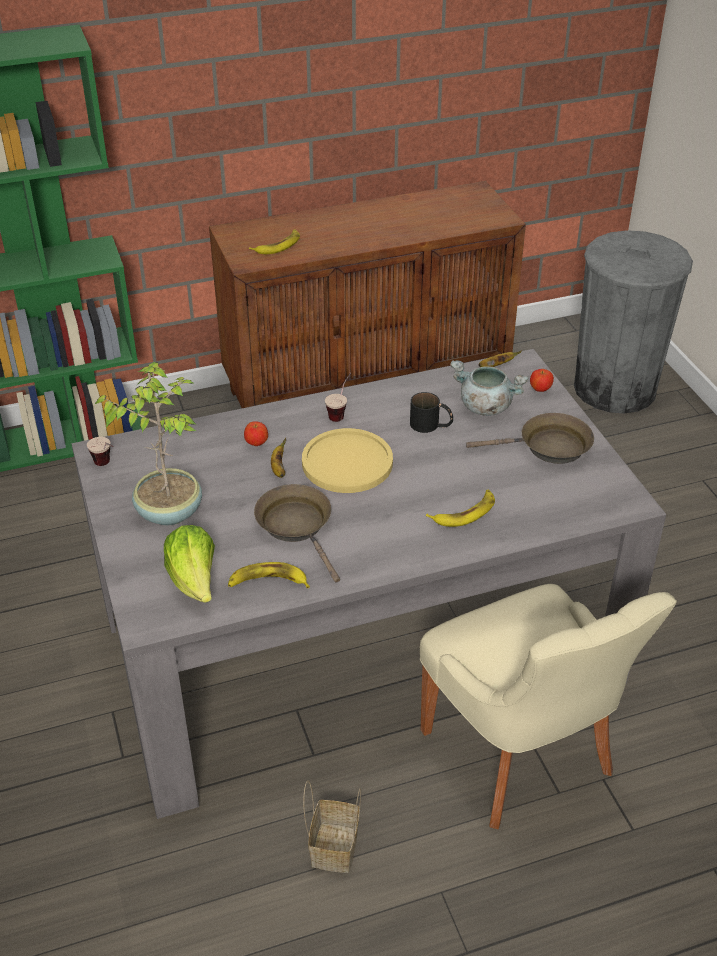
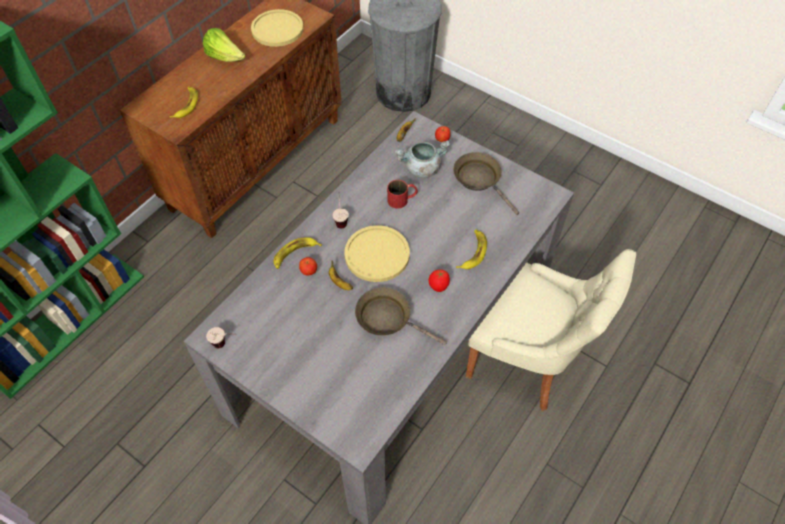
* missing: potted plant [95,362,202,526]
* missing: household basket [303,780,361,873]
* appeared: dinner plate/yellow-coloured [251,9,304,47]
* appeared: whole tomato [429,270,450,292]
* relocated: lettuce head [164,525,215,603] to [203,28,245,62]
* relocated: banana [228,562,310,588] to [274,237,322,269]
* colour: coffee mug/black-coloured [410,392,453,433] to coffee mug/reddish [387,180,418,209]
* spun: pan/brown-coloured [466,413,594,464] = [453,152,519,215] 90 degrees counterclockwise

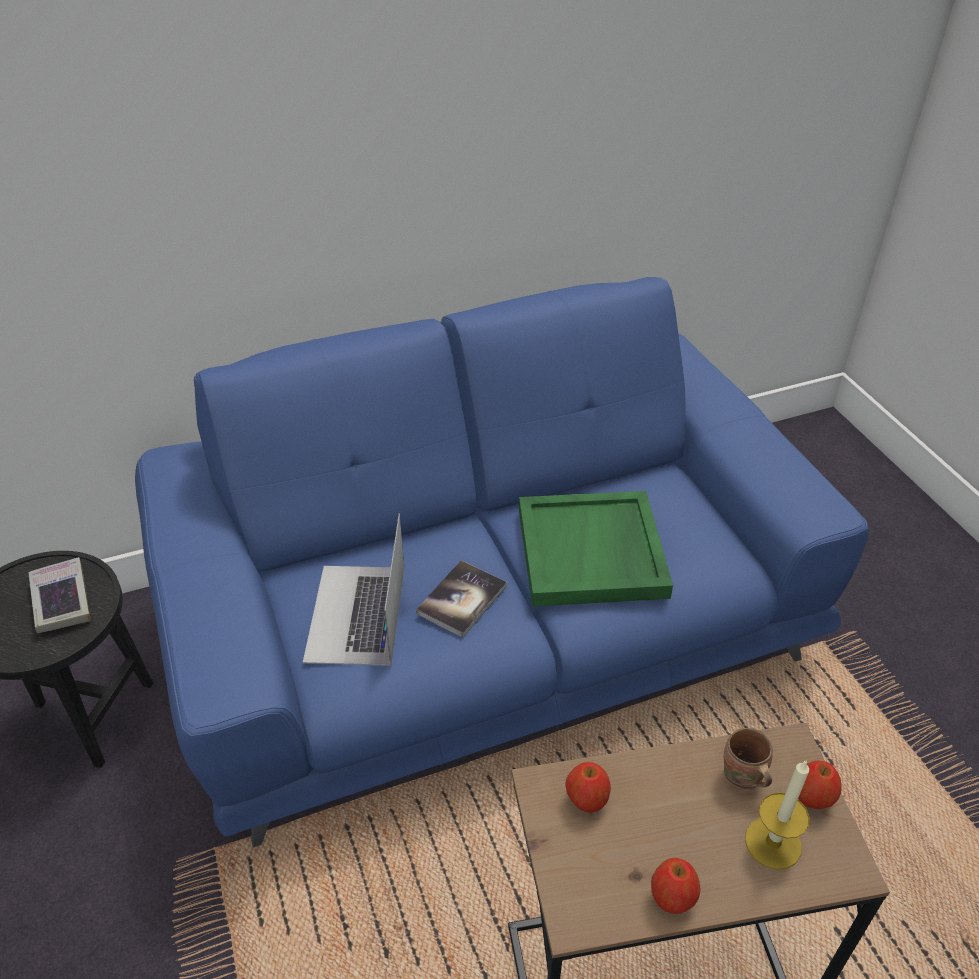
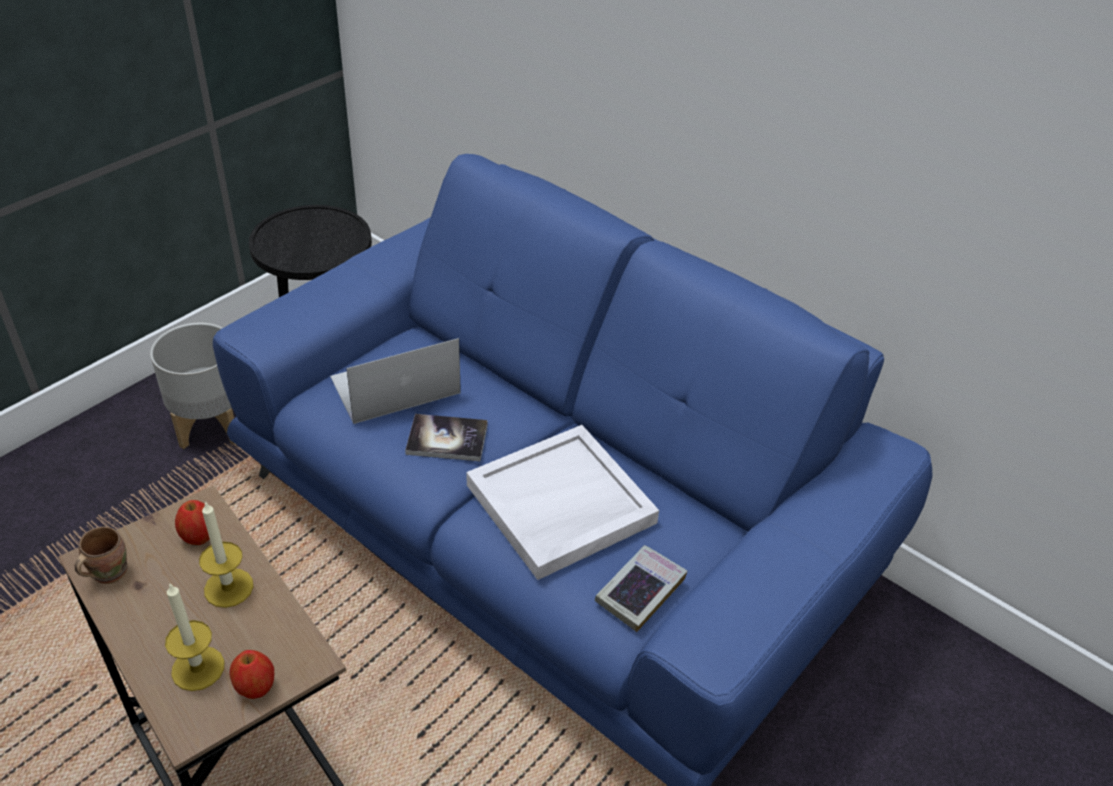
* missing: whole apple [651,858,701,914]
* appeared: planter/greyish [150,323,236,449]
* appeared: wax light [199,501,253,608]
* relocated: book [28,557,91,633] to [595,545,687,632]
* relocated: coffee mug/brown-coloured [724,728,773,790] to [75,526,127,584]
* colour: tray/green-coloured [519,491,673,607] to tray/white [466,425,659,580]

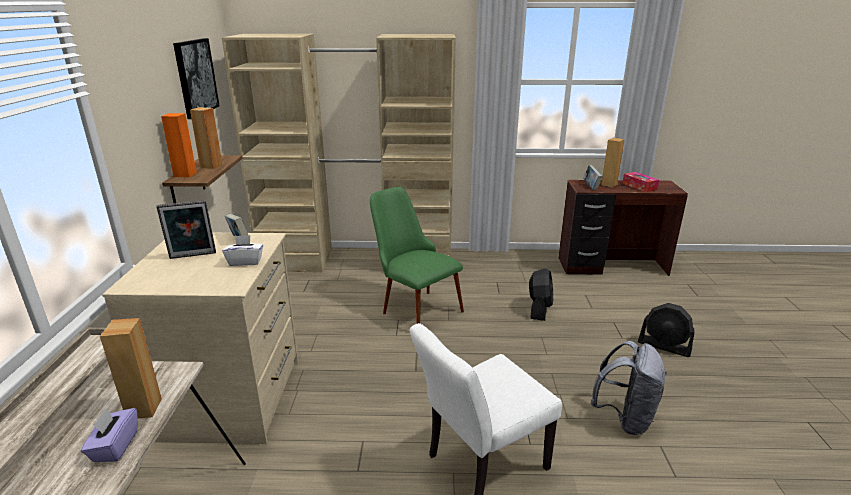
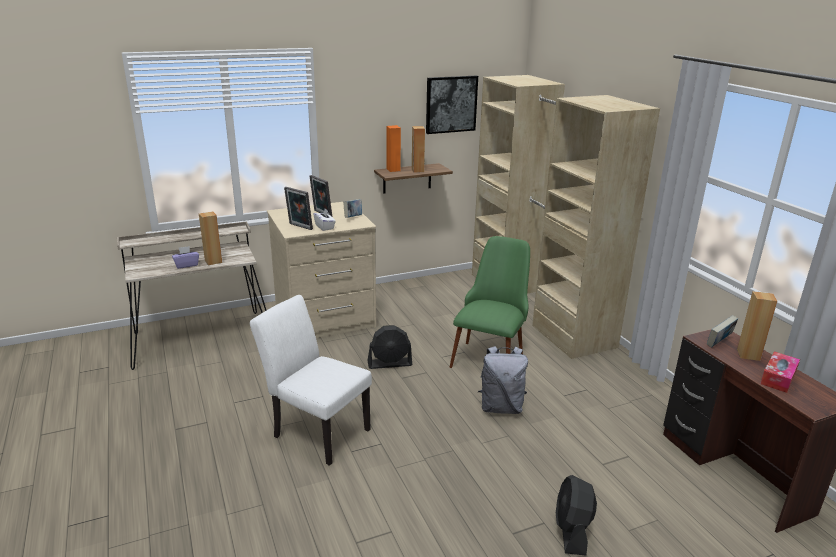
* appeared: photo frame [284,187,313,230]
* relocated: cooling fan/black-coloured [529,268,553,321] to [368,325,412,369]
* relocated: rucksack/greyish [591,341,666,435] to [478,346,528,414]

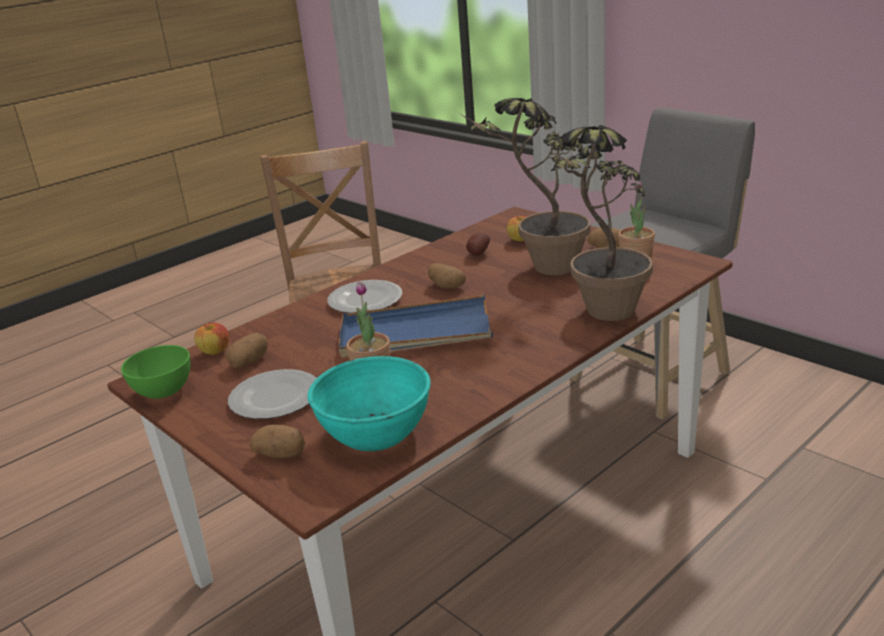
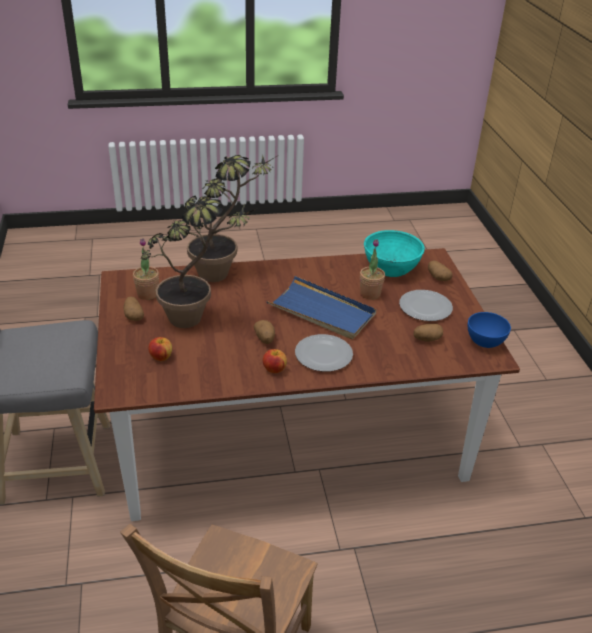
* missing: potato [466,233,490,256]
* relocated: whole apple [194,323,229,355] to [263,349,287,373]
* colour: bowl/green-coloured [121,345,190,399] to bowl/blue-coloured [468,312,511,348]

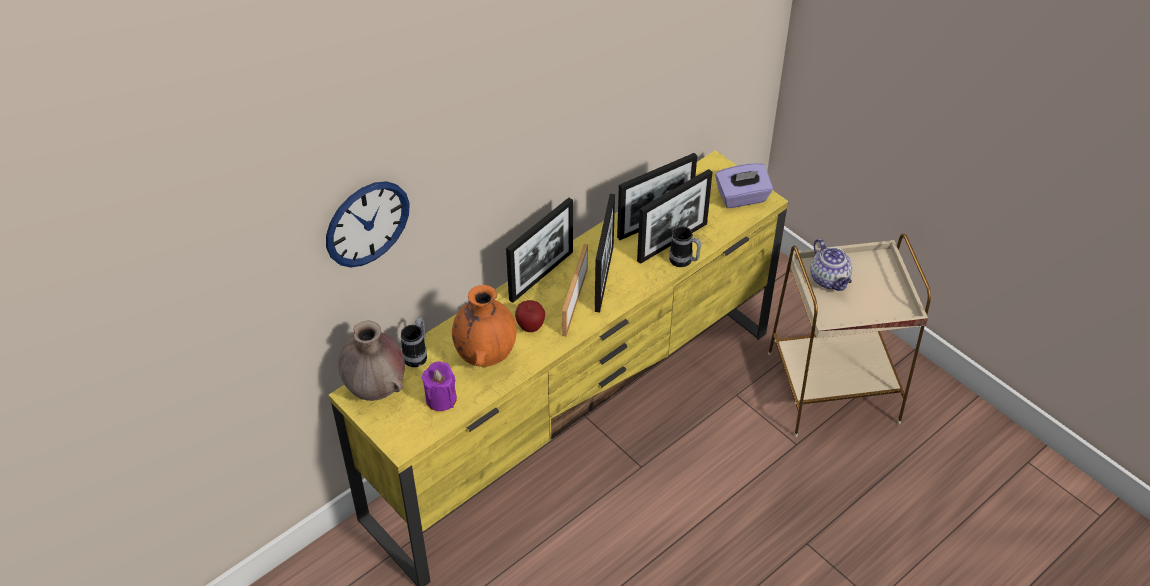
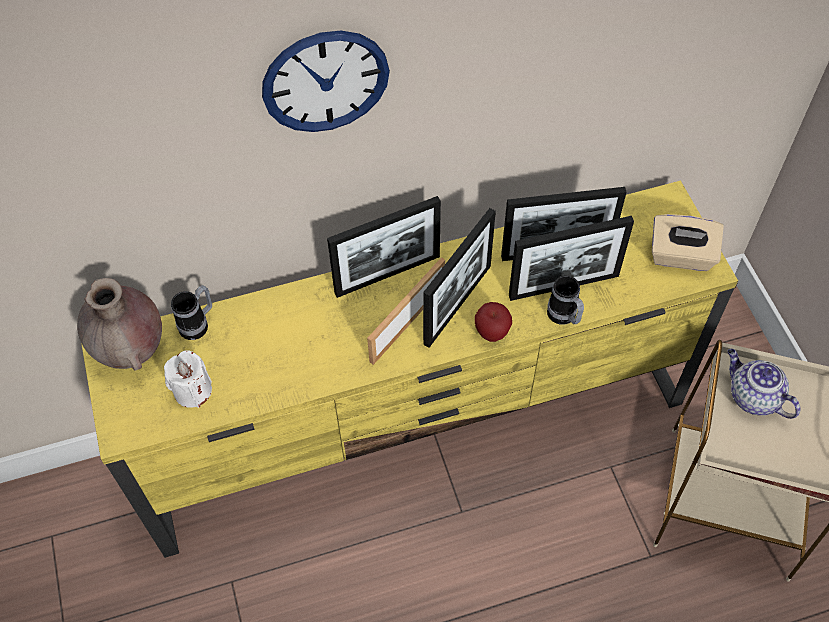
* missing: decorative vase/orange-coloured [452,285,517,367]
* relocated: wall clock [326,181,410,268] to [262,31,390,132]
* relocated: whole apple [515,300,545,332] to [475,302,512,342]
* colour: wax light/purplish [422,361,457,411] to wax light/white [164,350,212,408]
* colour: box of tissues/purplish [715,163,773,208] to box of tissues/sand-coloured [652,214,724,271]
* spun: pot for tea [810,239,853,291] = [728,349,801,419] 135 degrees clockwise

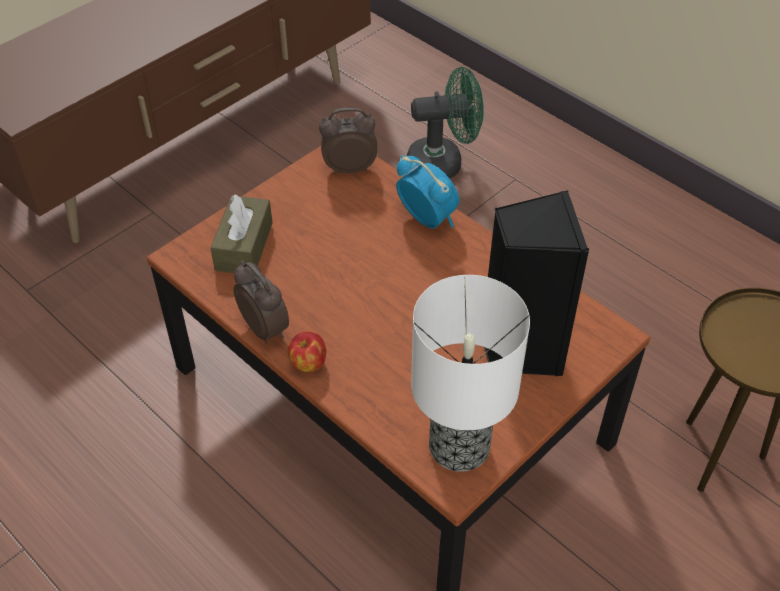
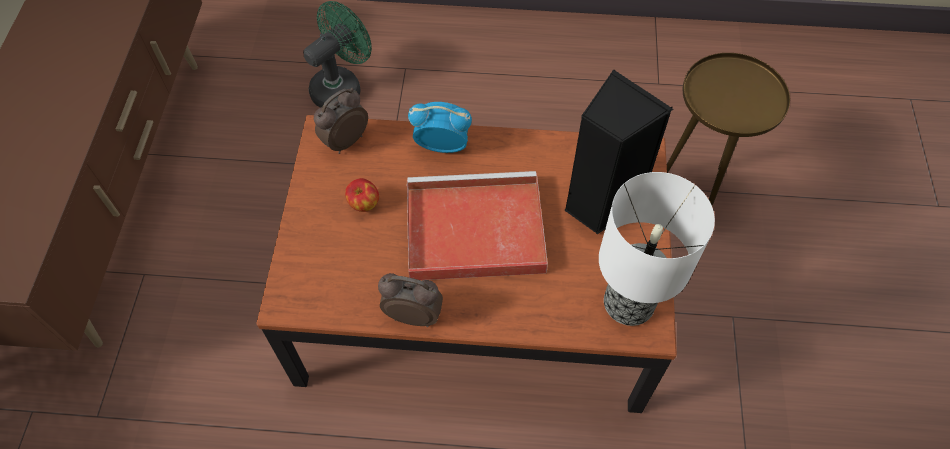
* missing: box of tissues/brown-coloured [211,194,273,273]
* appeared: tray/reddish [407,171,548,280]
* relocated: whole apple [288,332,326,372] to [345,178,379,212]

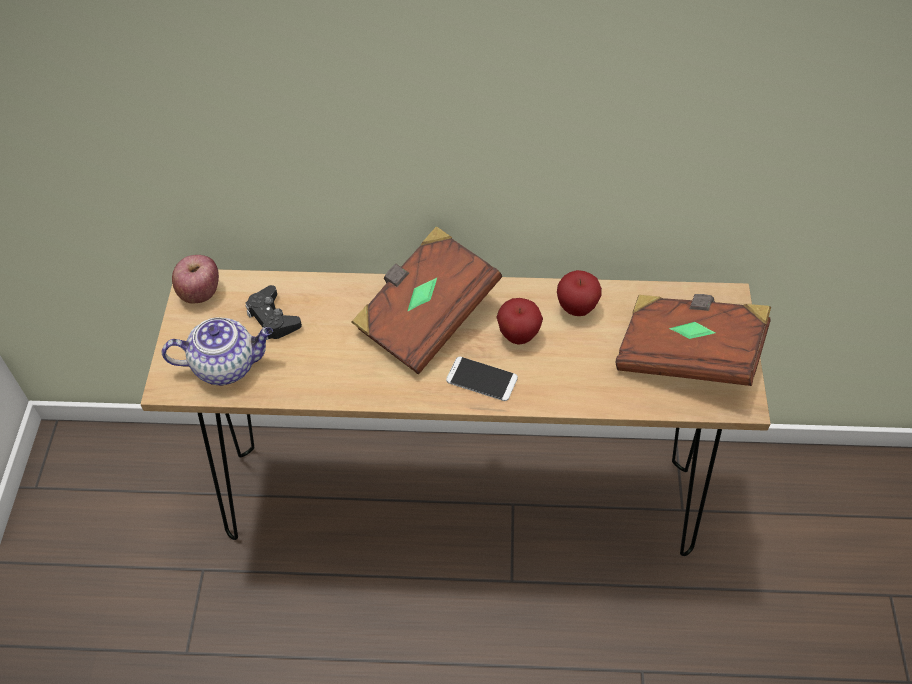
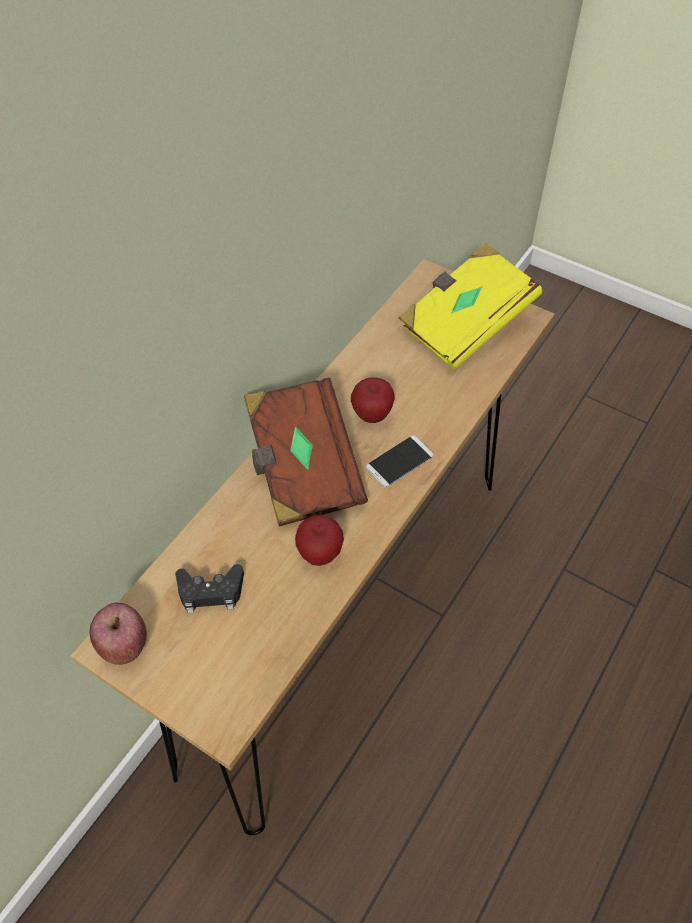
* missing: pot for tea [162,317,273,385]
* relocated: whole apple [557,270,602,316] to [295,514,344,566]
* colour: book/brown-coloured [616,294,771,386] to book/yellow-coloured [399,243,542,370]

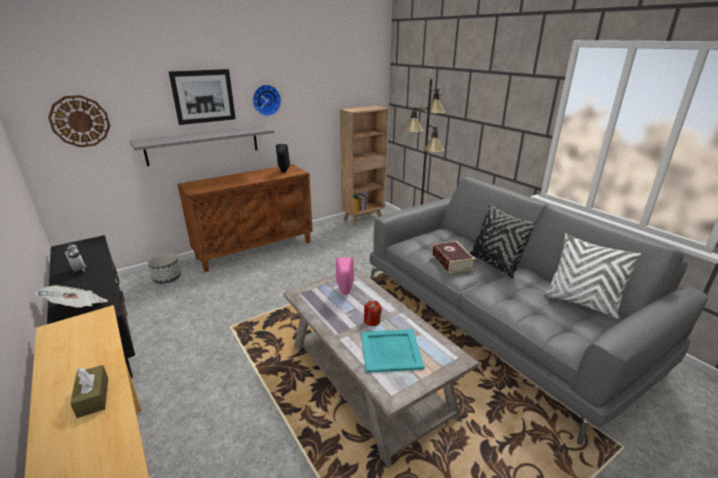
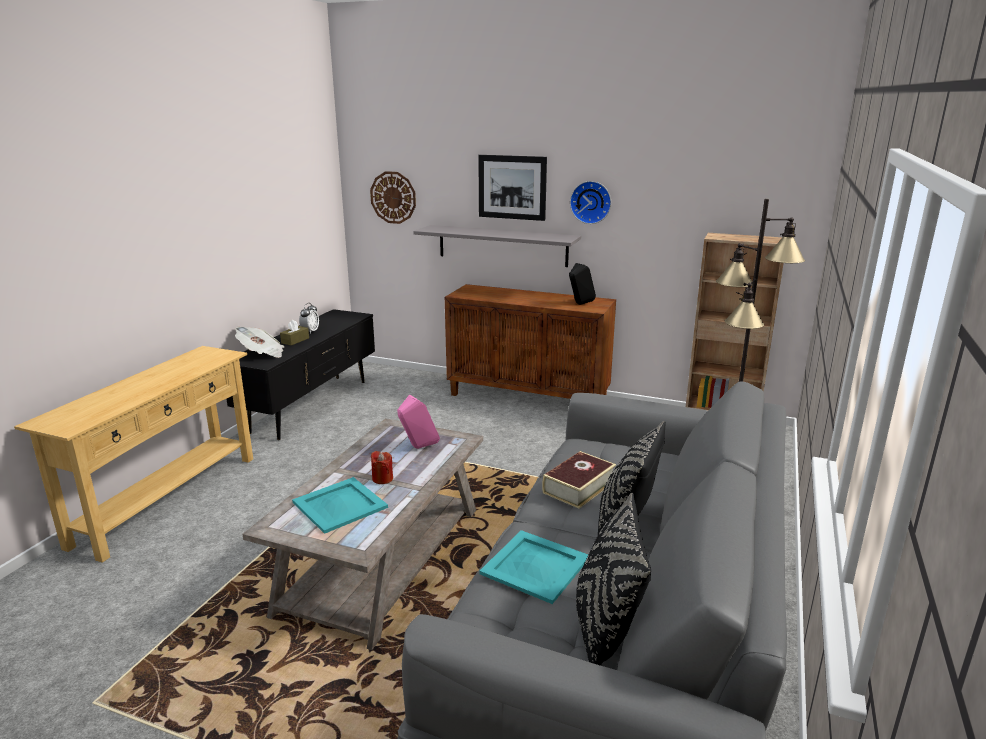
* missing: planter [148,253,181,284]
* appeared: tray/turquoise [479,530,588,604]
* relocated: box of tissues/brown-coloured [70,365,108,418] to [280,320,309,345]
* colour: pillow/white [544,233,641,319] to pillow/black-coloured [576,493,651,666]

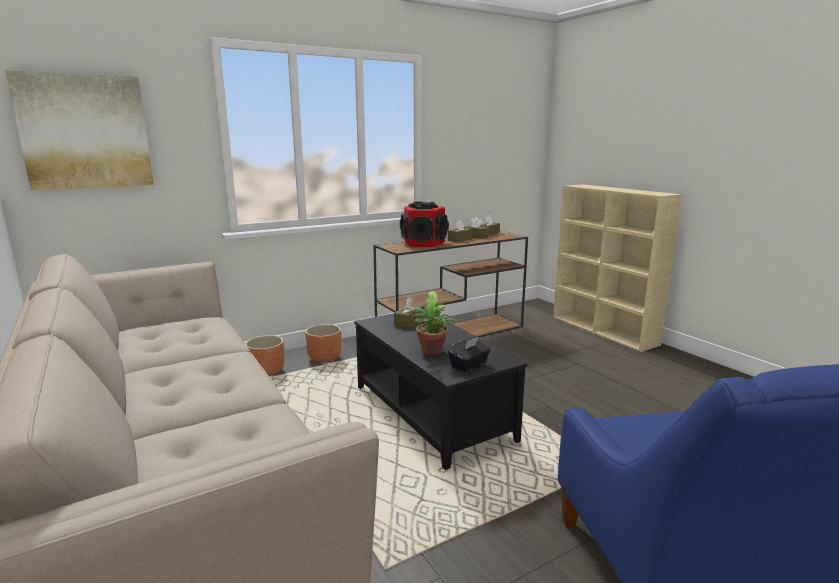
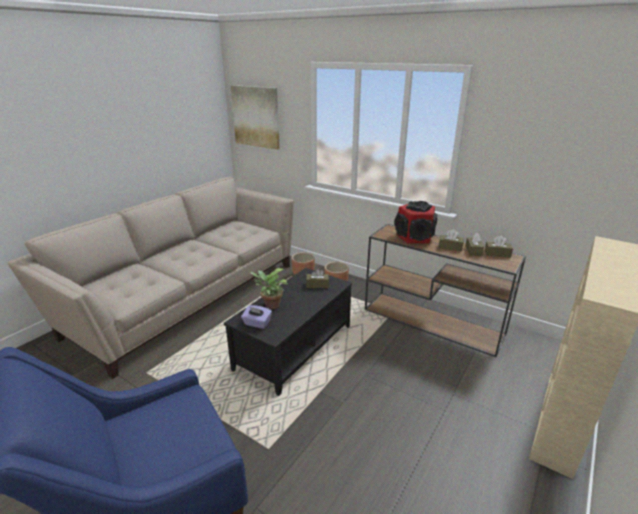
* colour: box of tissues/black-coloured [448,337,490,372] to box of tissues/purplish [241,305,272,329]

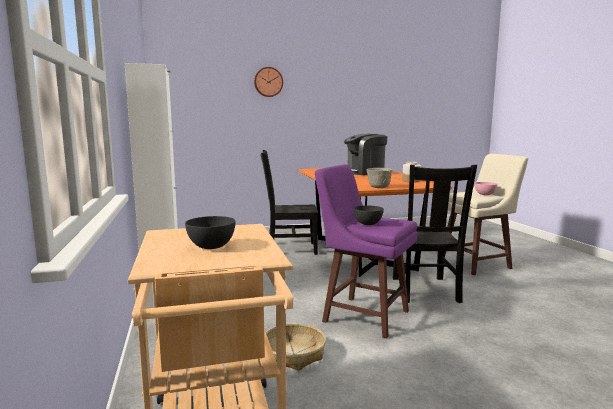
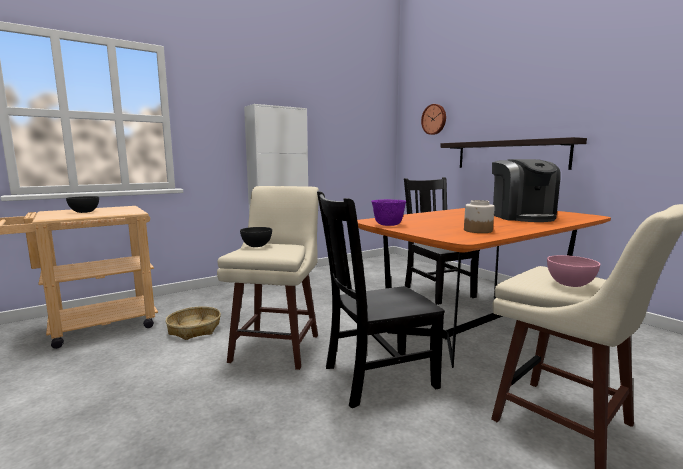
* appeared: wall shelf [440,137,587,170]
* relocated: wall clock [254,67,283,97] to [421,104,446,135]
* colour: stool/purplish [315,164,417,338] to stool/sand-coloured [217,186,319,370]
* colour: bowl/greyish [367,168,393,188] to bowl/purplish [371,199,406,226]
* spun: coffee maker [344,134,387,175] = [492,159,561,222] 150 degrees counterclockwise

